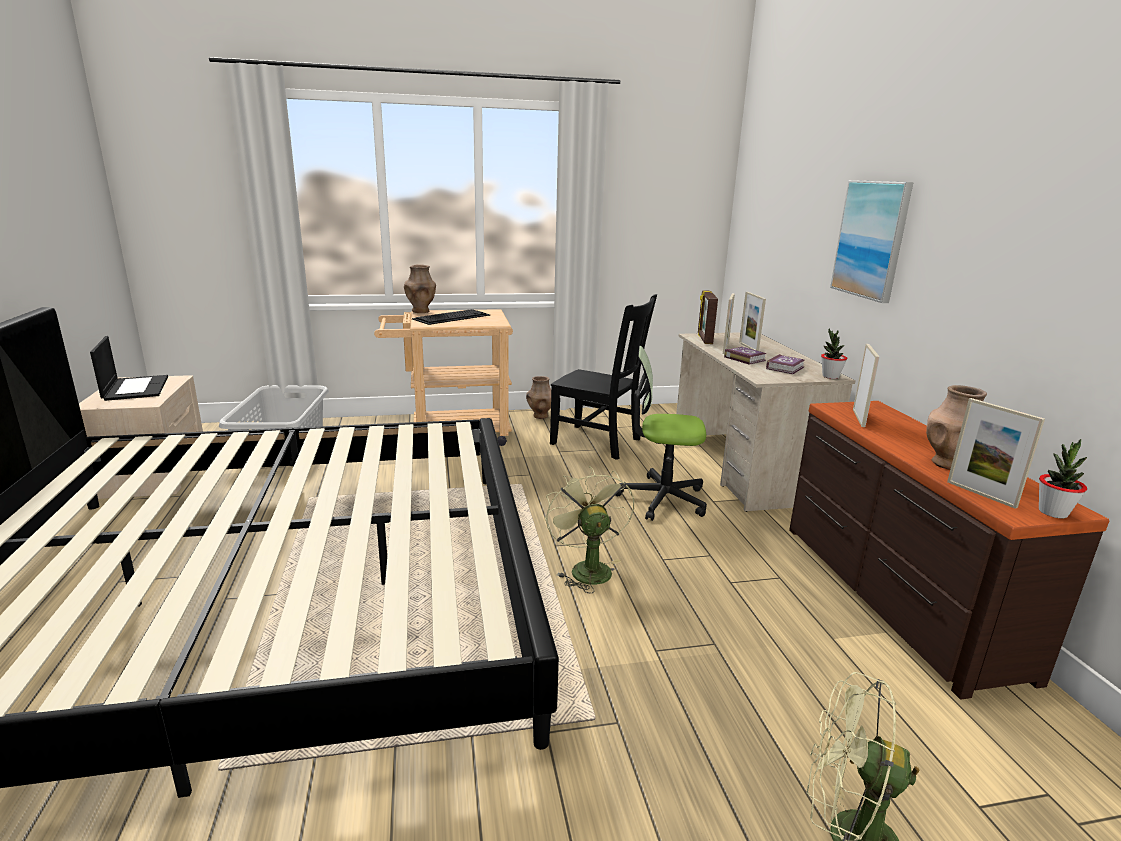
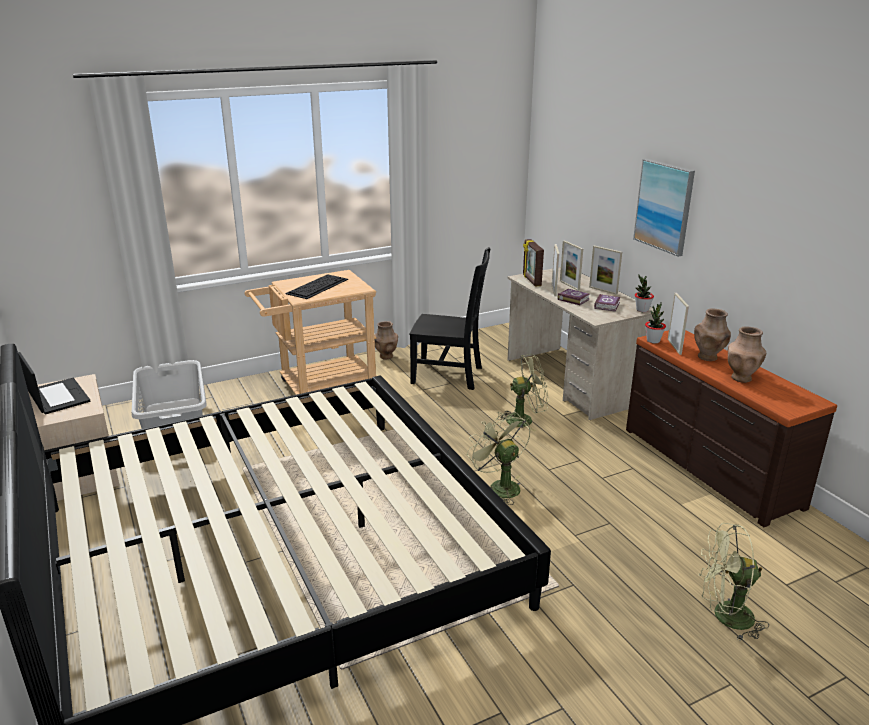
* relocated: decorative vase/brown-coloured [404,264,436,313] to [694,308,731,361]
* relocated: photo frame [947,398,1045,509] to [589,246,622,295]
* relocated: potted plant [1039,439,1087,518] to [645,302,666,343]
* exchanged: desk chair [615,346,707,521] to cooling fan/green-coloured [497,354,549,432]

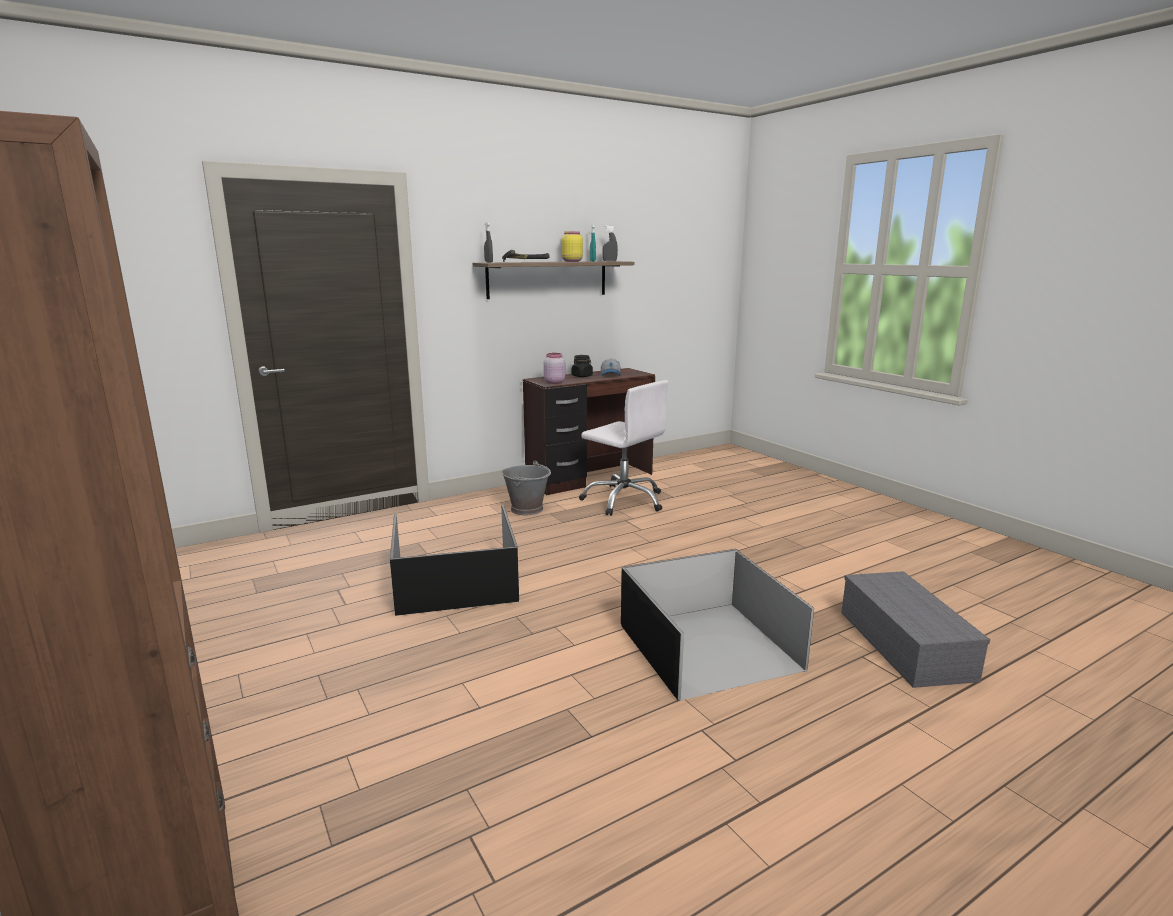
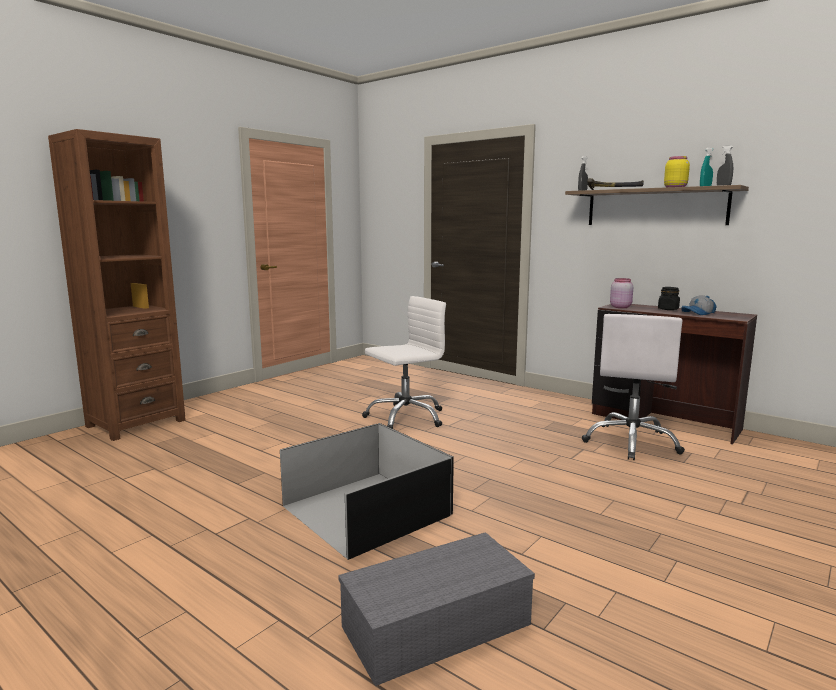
* missing: bucket/greyish [502,461,551,515]
* exchanged: storage bin/black-coloured [390,505,519,616] to desk chair/white [362,296,446,429]

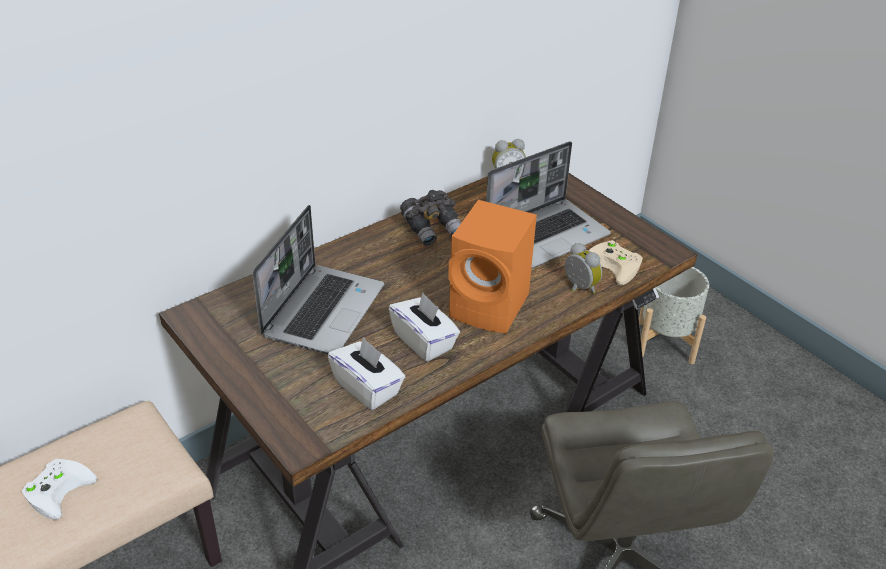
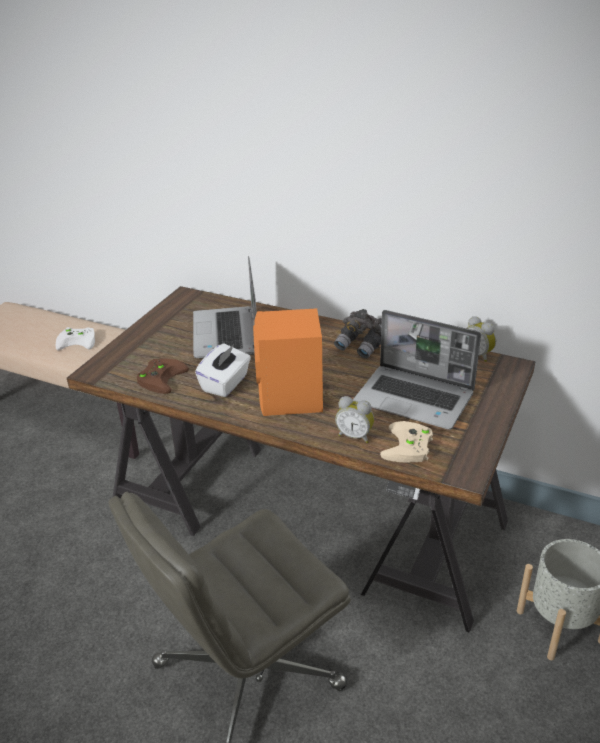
* exchanged: box of tissues/white [328,337,405,410] to gamepad/brown-coloured [136,359,189,394]
* spun: laptop [252,205,384,354] = [193,256,257,358] 90 degrees clockwise
* spun: table clock [565,243,602,294] = [335,396,374,443] 90 degrees clockwise

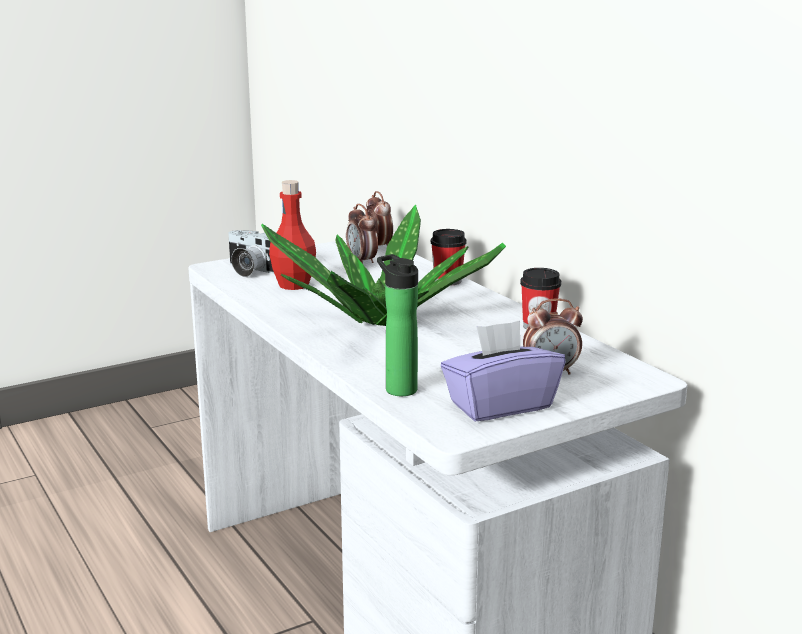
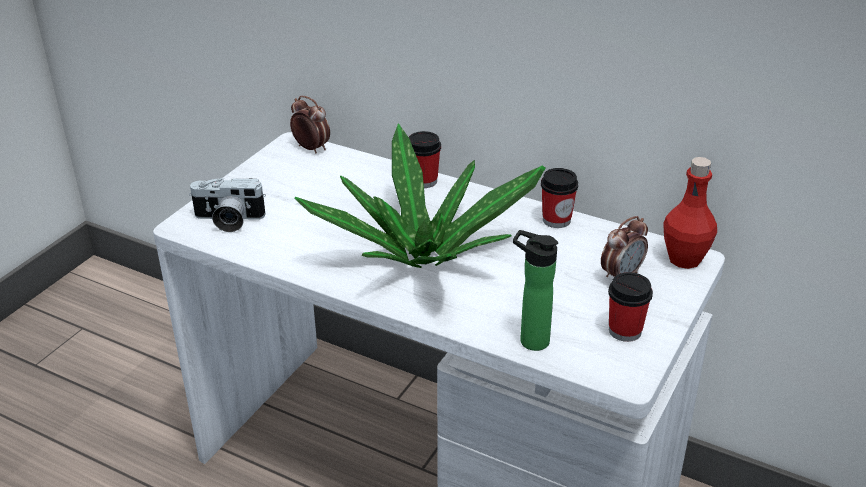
* missing: table clock [346,204,378,264]
* relocated: drink bottle/reddish [269,180,316,290] to [663,157,717,269]
* exchanged: box of tissues/purplish [441,320,566,422] to cup [608,272,653,342]

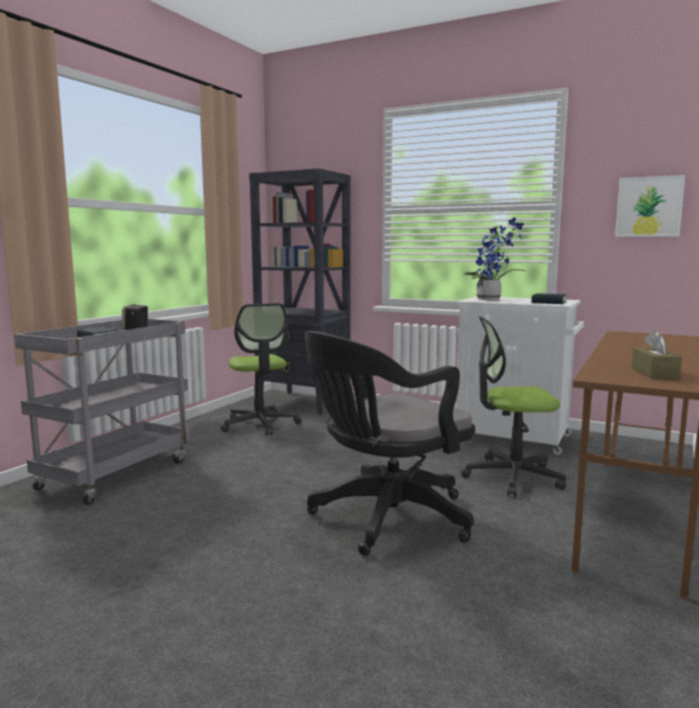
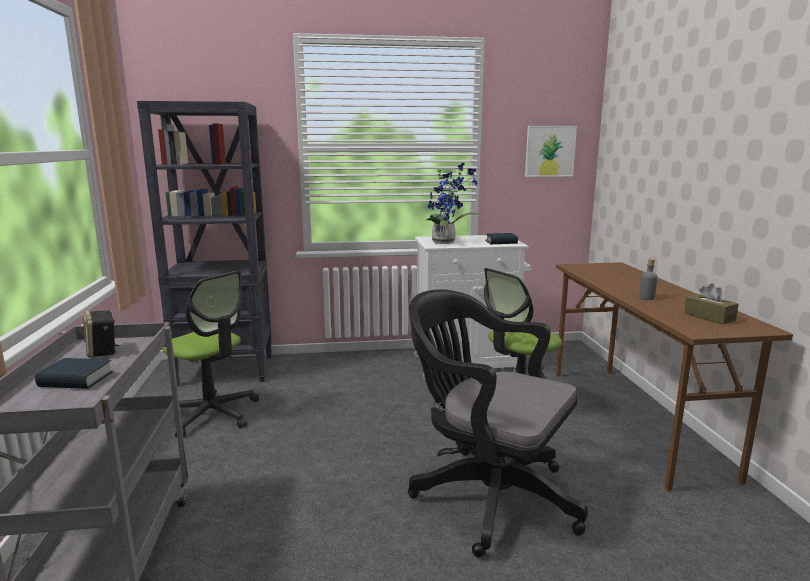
* appeared: drink bottle/greyish [639,258,658,300]
* spun: desk chair/black-coloured [304,331,475,556] = [408,289,588,558] 105 degrees clockwise

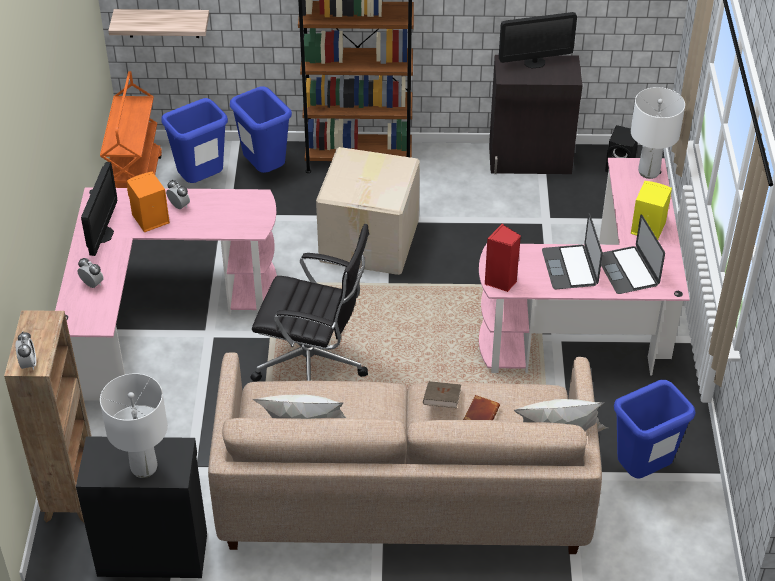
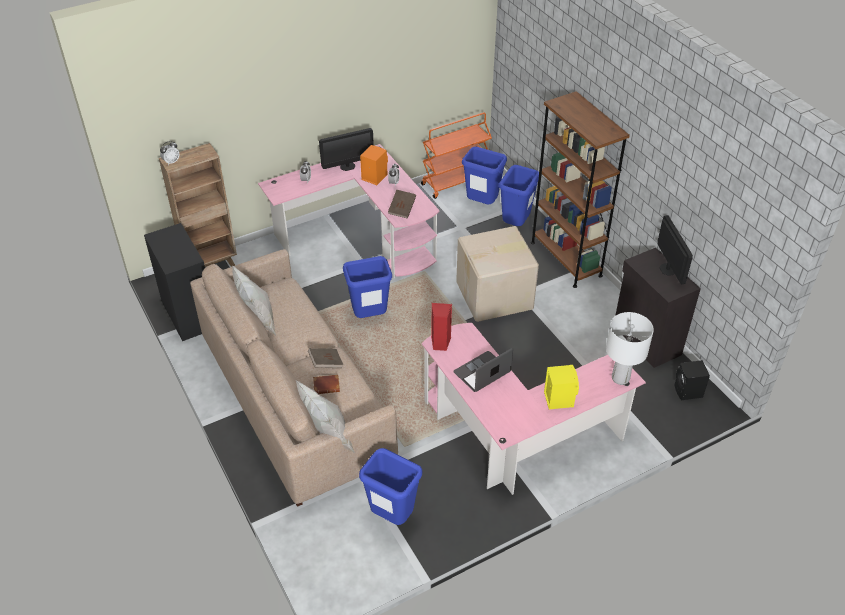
* missing: lamp for a table/white [100,373,168,478]
* missing: wall shelf [108,9,209,38]
* missing: laptop [601,214,665,294]
* appeared: book/brown-coloured [388,190,416,219]
* exchanged: desk chair/black-coloured [250,224,369,382] to trash can/blue-coloured [343,256,392,318]
* spun: computer screen [499,12,577,69] = [657,215,693,285] 150 degrees counterclockwise

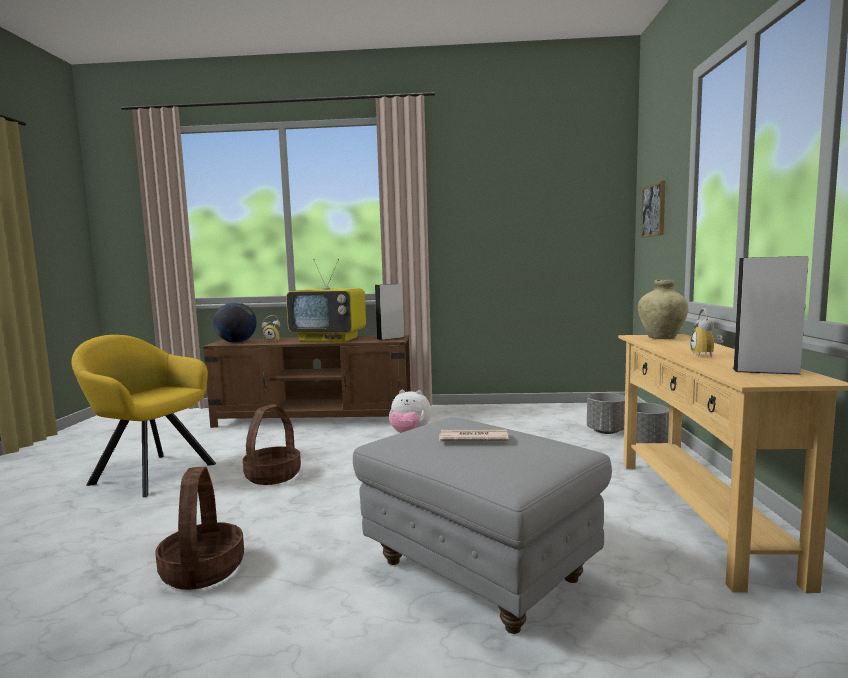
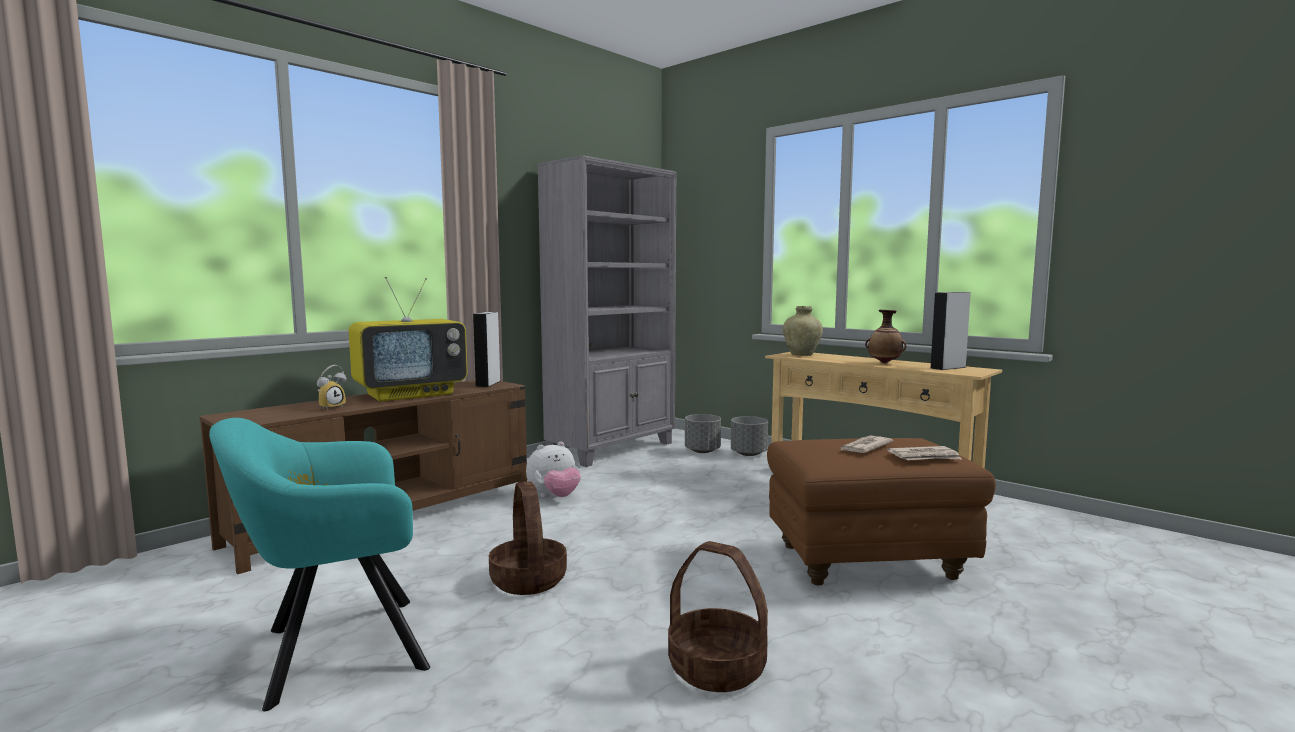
* missing: world globe [213,302,257,343]
* missing: wall art [641,181,665,238]
* appeared: bookcase/greyish [537,155,676,467]
* appeared: daily paper [887,446,961,460]
* exchanged: table clock [690,308,723,358] to decorative vase [865,310,907,363]
* colour: easy chair/yellow-coloured [71,335,216,497] to easy chair/turquoise [209,418,430,711]
* colour: footrest/greyish [353,417,612,634] to footrest/brown-coloured [767,438,996,585]

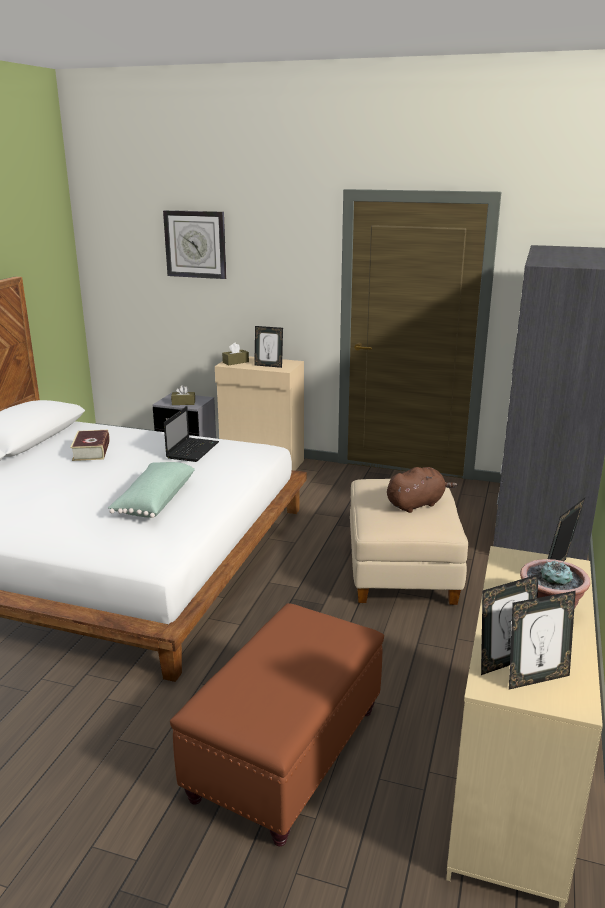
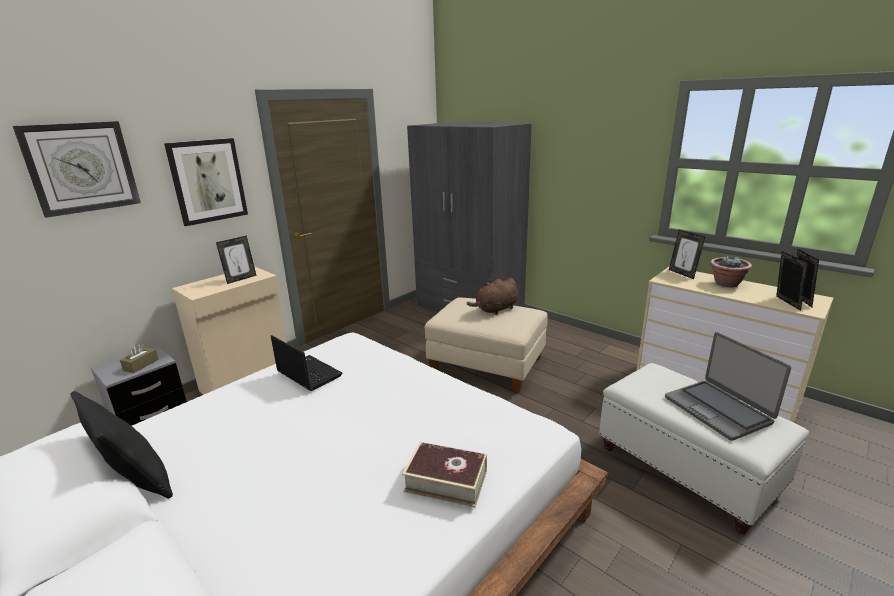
* missing: pillow/green-coloured [108,462,195,518]
* missing: box of tissues/brown-coloured [222,343,249,365]
* appeared: pillow/black-coloured [71,391,173,499]
* appeared: wall art [164,138,248,226]
* appeared: laptop [665,332,791,441]
* relocated: book [70,430,110,461] to [402,442,487,508]
* colour: footrest/brown-coloured [170,603,384,846] to footrest/white [599,363,809,534]
* spun: plush toy/brown-coloured [387,467,458,513] = [467,278,518,315] 120 degrees counterclockwise

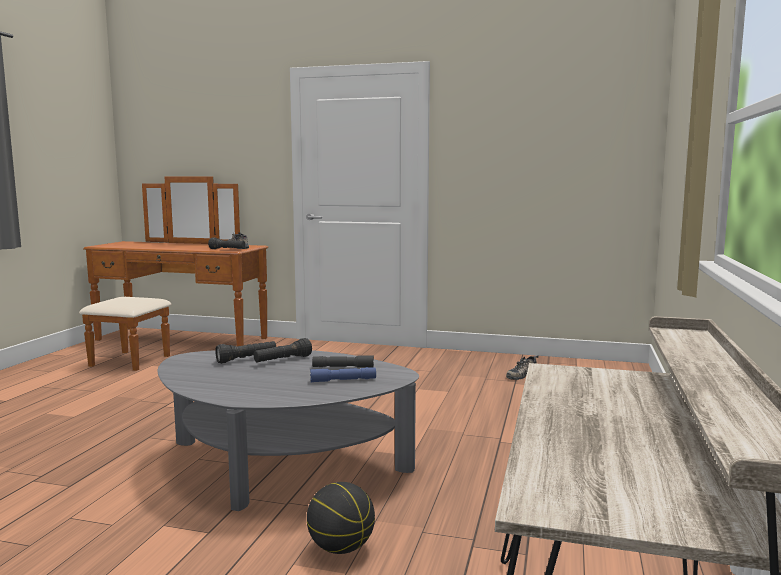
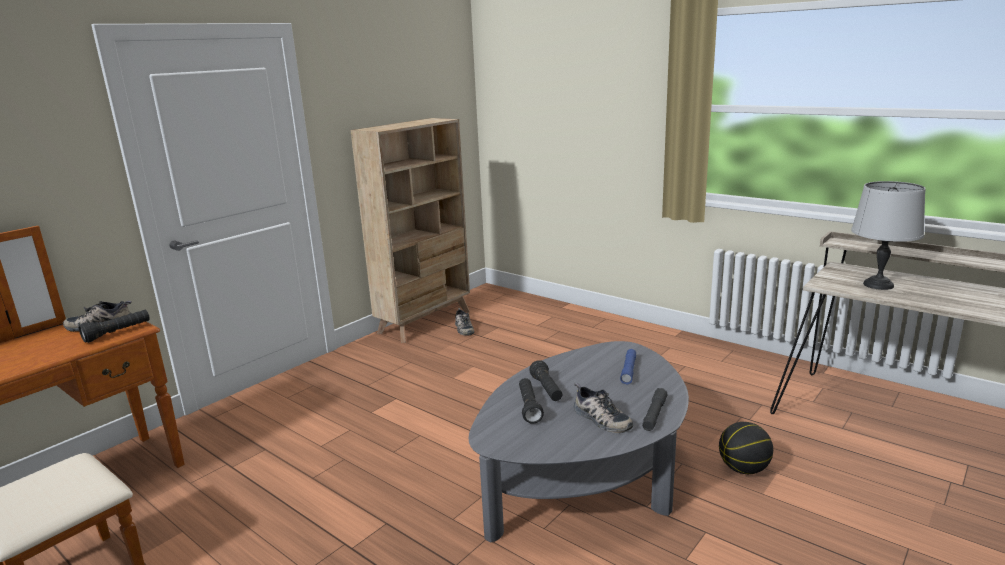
* appeared: bookcase/sand-coloured [350,118,470,343]
* appeared: item of footwear [574,383,633,433]
* appeared: lamp for a table/greyish [851,181,926,290]
* relocated: hand torch/greyish [312,355,374,368] to [642,388,667,431]

